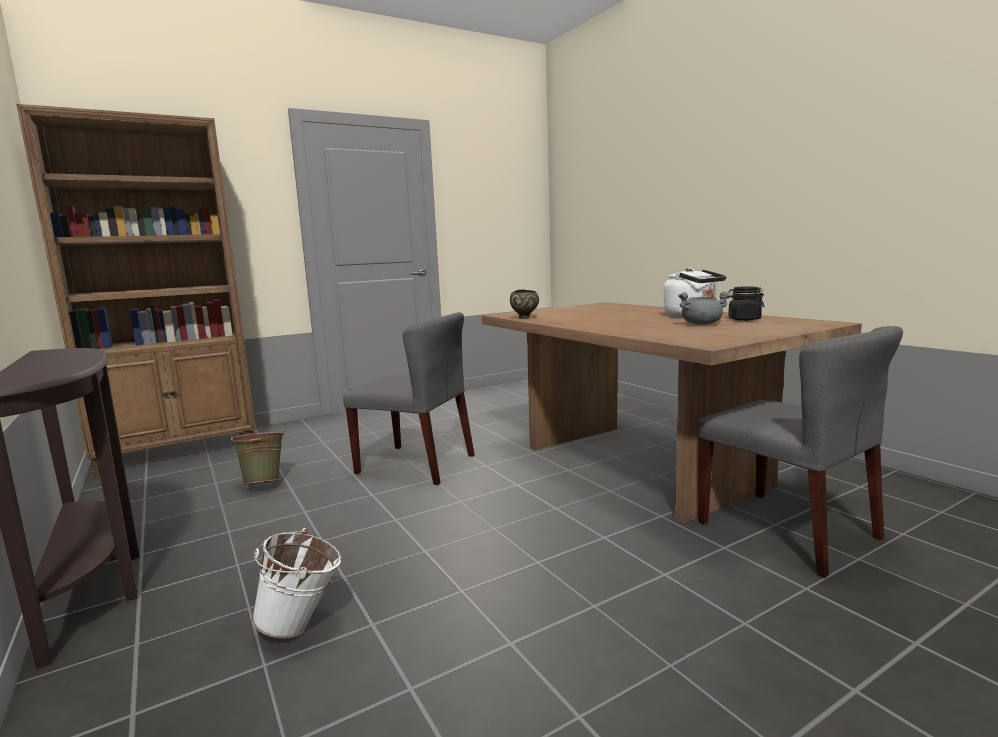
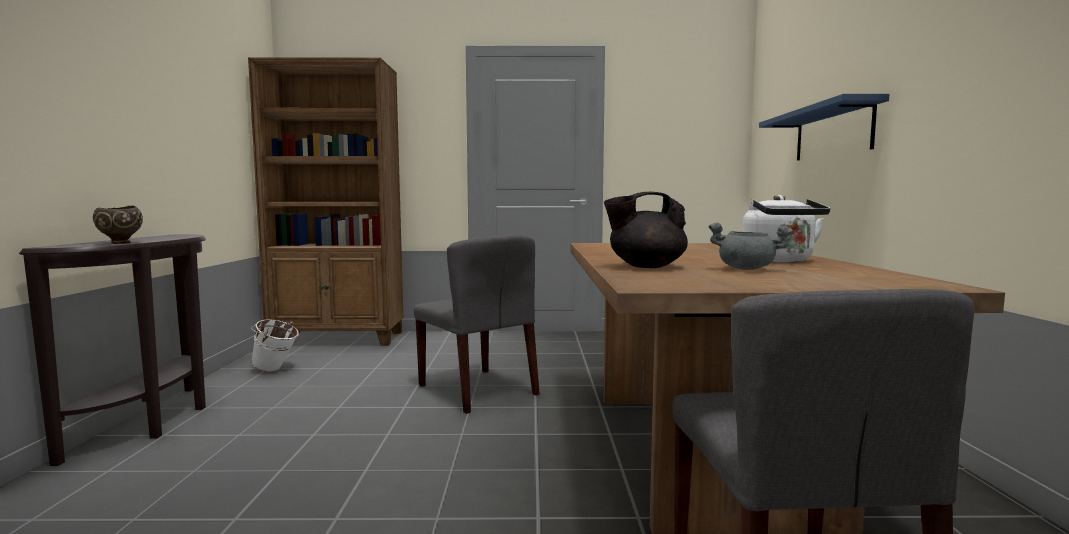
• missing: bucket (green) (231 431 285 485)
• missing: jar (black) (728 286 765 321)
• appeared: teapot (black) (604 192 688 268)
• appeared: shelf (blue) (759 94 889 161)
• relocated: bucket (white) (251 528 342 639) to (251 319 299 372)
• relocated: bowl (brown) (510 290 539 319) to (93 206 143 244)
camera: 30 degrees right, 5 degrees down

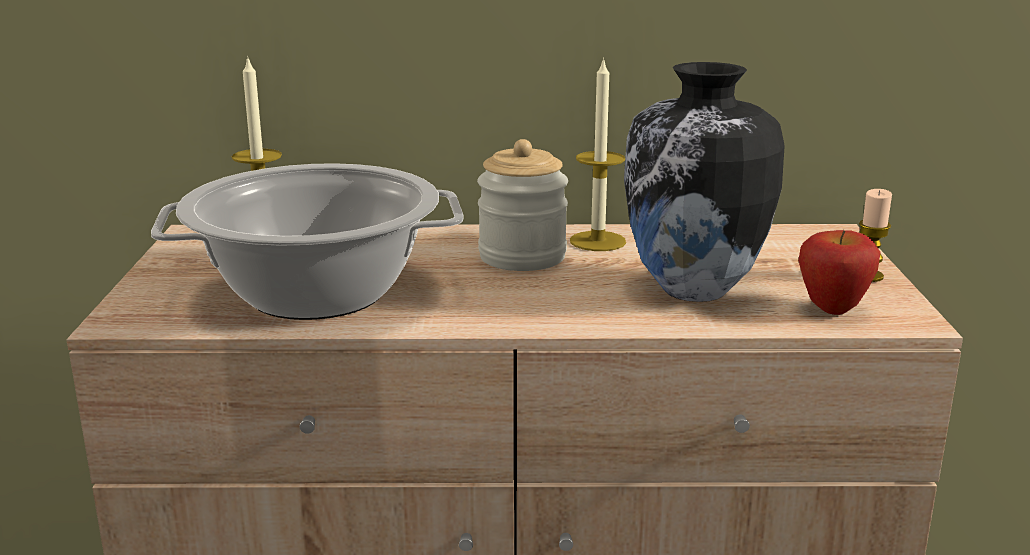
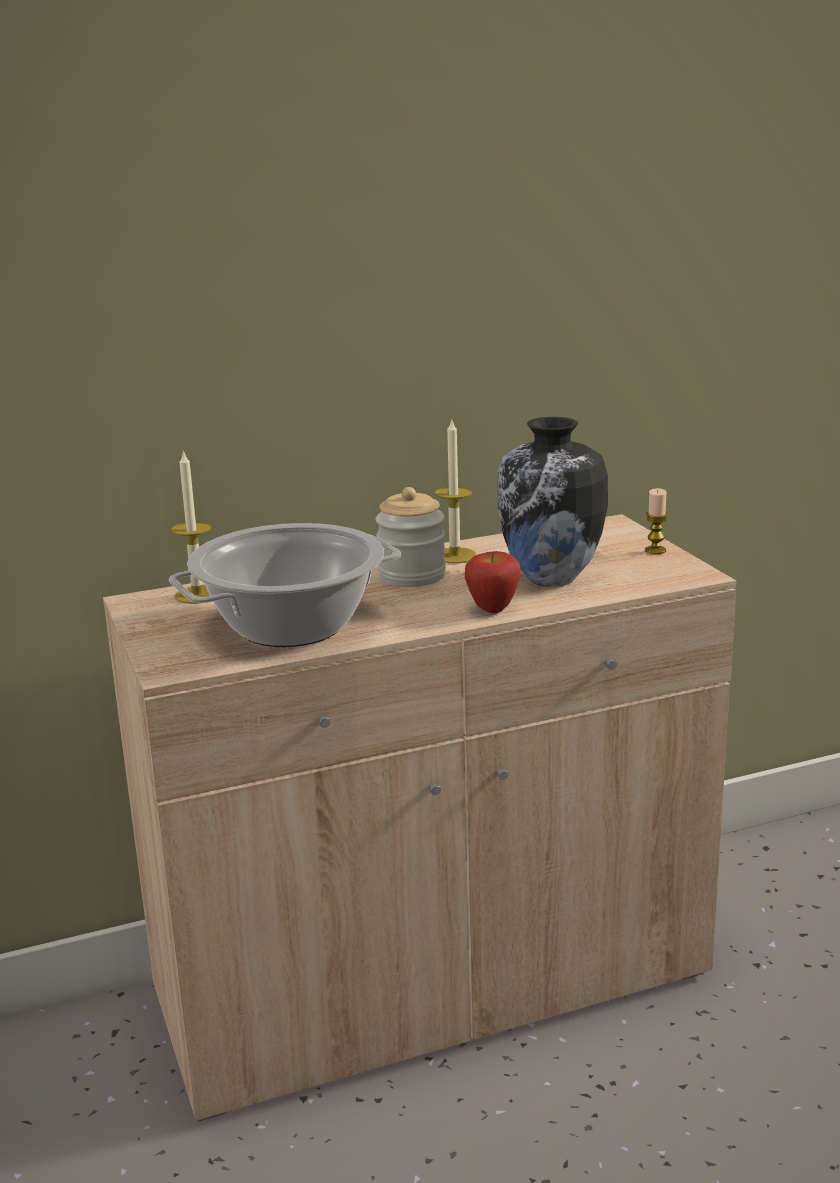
• relocated: apple (798 230 881 315) to (465 551 520 613)
camera: 20 degrees left, 0 degrees up

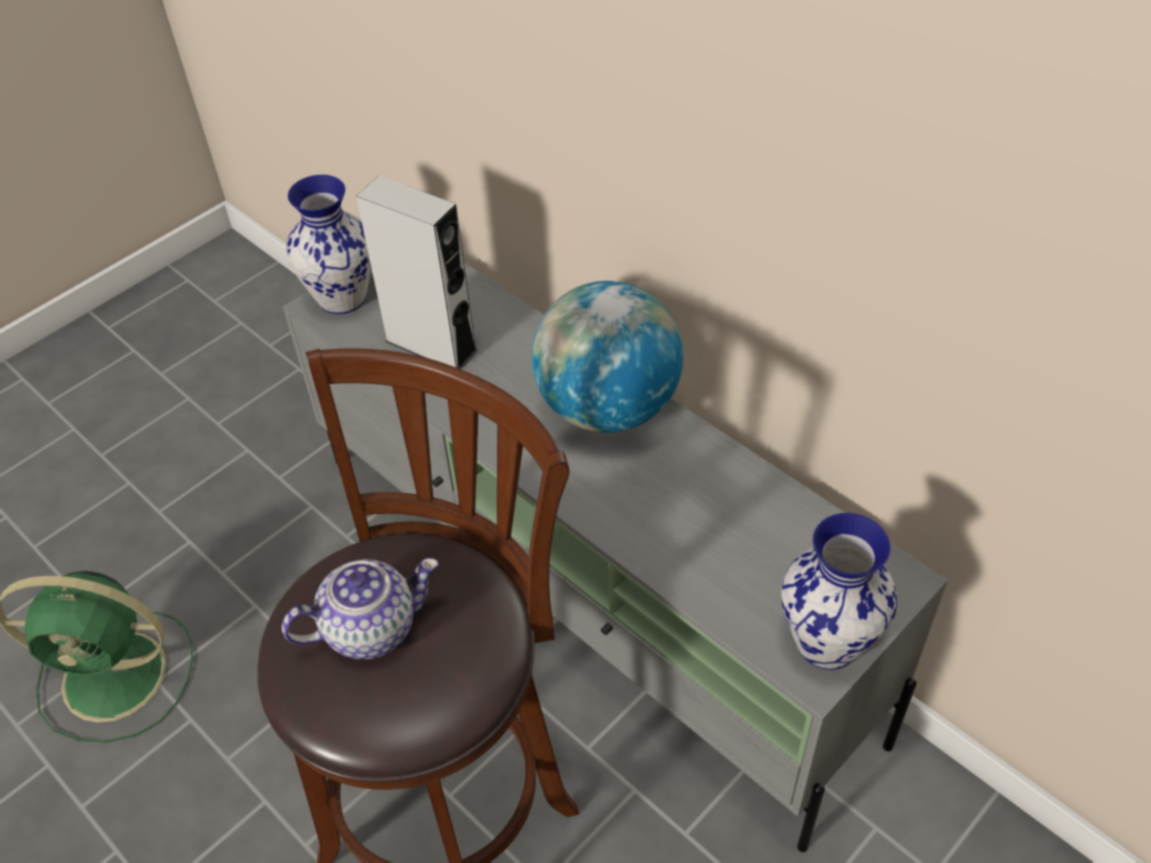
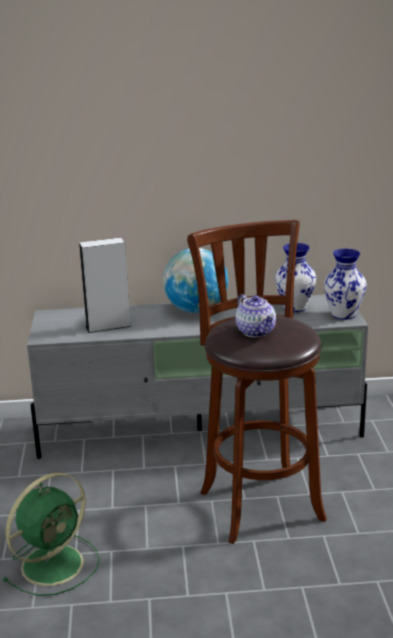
• relocated: vase (286 175 371 314) to (275 243 316 312)
• spun: teapot (282 558 439 659) = (235 294 276 337) 135 degrees clockwise
camera: 50 degrees left, 25 degrees down

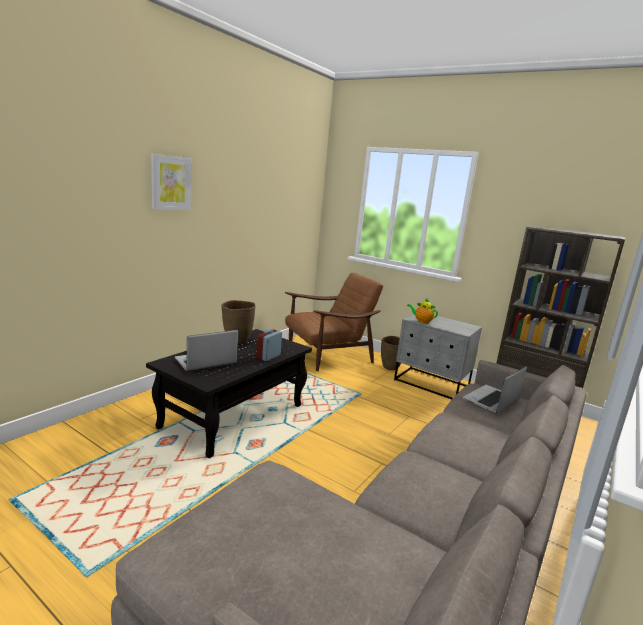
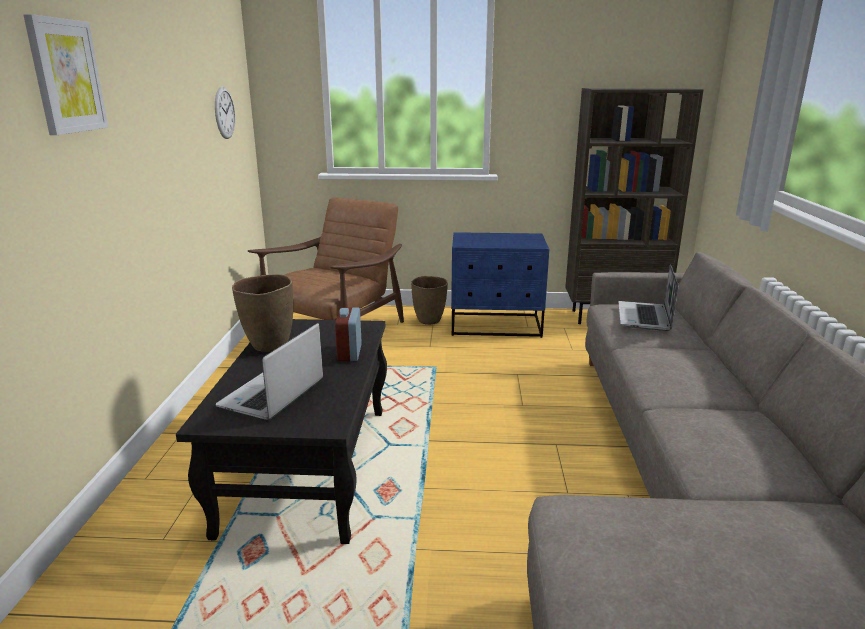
• missing: teapot (407 298 438 324)
• appeared: wall clock (215 87 235 139)
• colour: nightstand (grey) (394 314 482 399) to nightstand (blue) (451 232 549 338)
camera: 30 degrees left, 5 degrees up

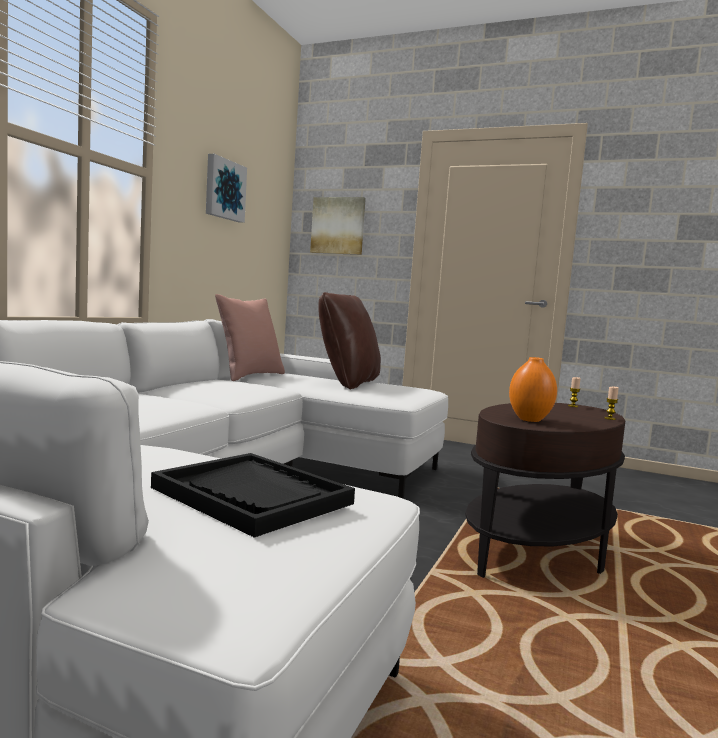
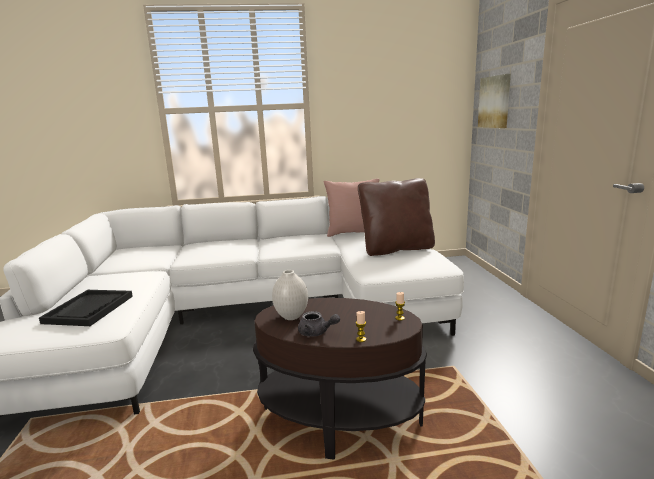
• missing: picture (206 154 247 223)
• appeared: teapot (grey) (298 311 340 337)
• colour: vase (orange) (509 357 557 422) to vase (white) (272 270 308 320)
camera: 60 degrees right, 10 degrees up

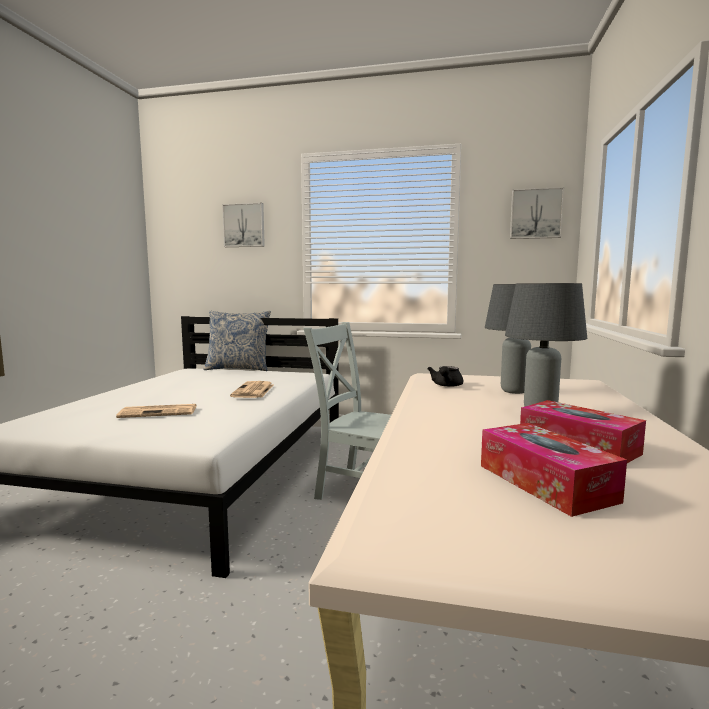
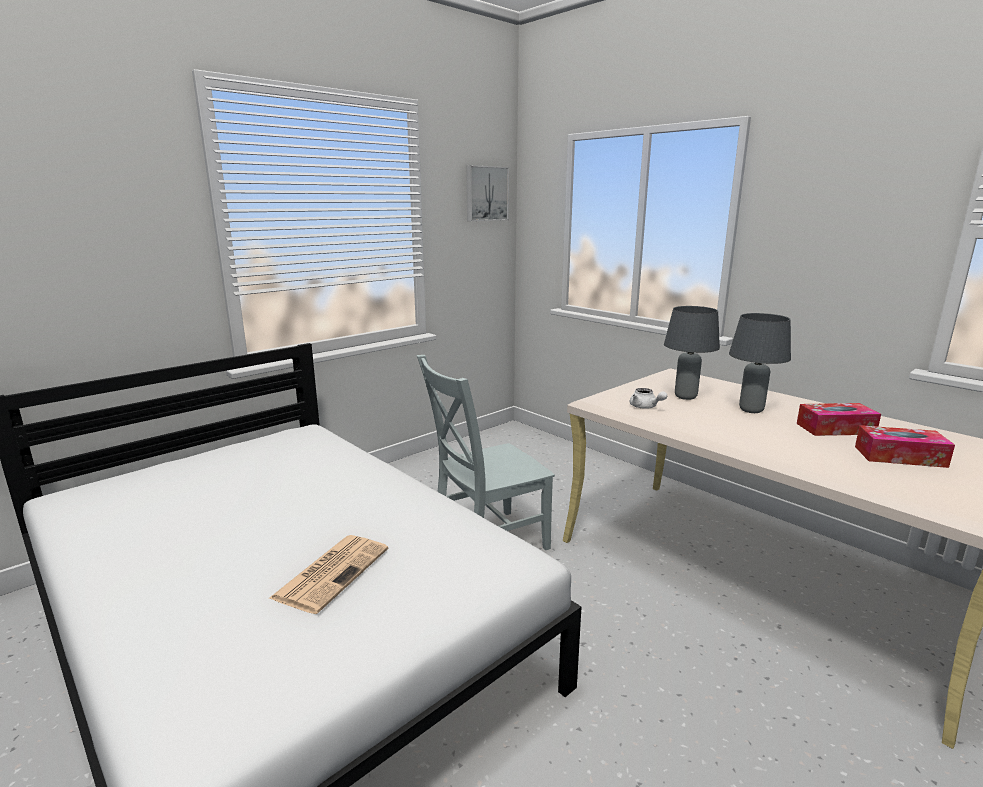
• missing: pillow (203 311 271 371)
• missing: picture (222 203 265 247)
• missing: newspaper (230 381 273 398)
• colour: teapot (black) (427 366 463 387) to teapot (white) (629 388 667 409)
camera: 55 degrees left, 10 degrees up

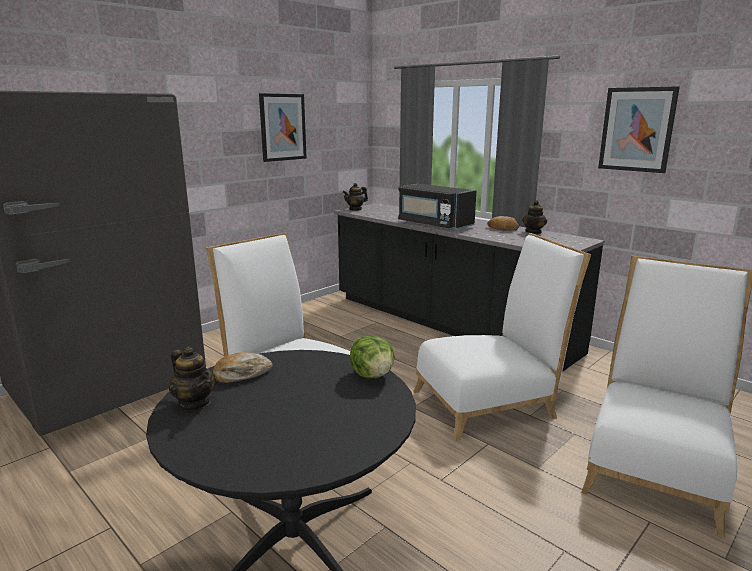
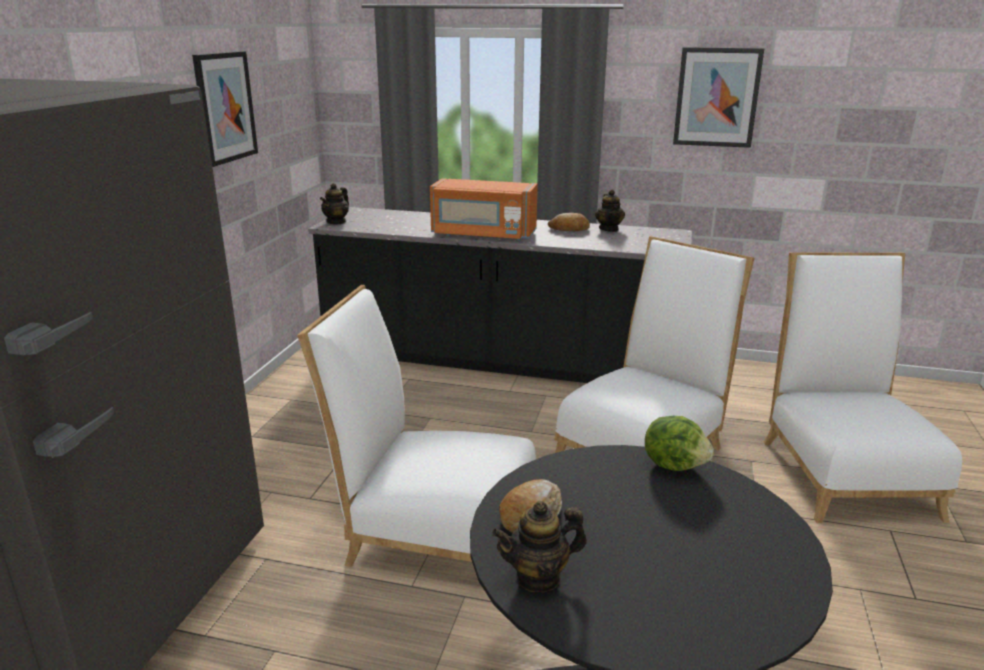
• colour: microwave (black) (398 183 476 231) to microwave (orange) (430 178 538 241)
• spun: teapot (169 347 215 410) = (492 501 587 592) 150 degrees clockwise
camera: 30 degrees left, 5 degrees up

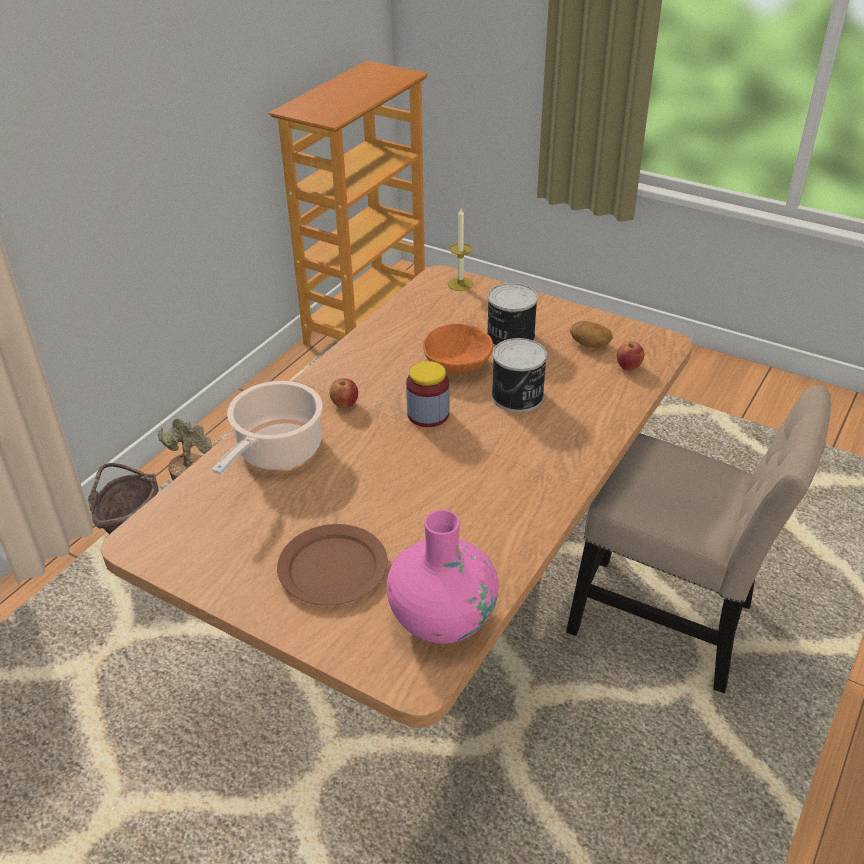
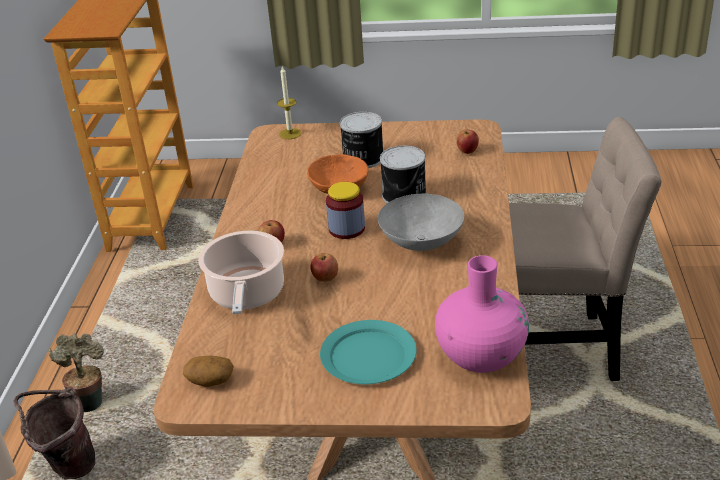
• appeared: apple (311 253 338 282)
• appeared: bowl (grey) (378 194 464 251)
• relocated: potato (570 321 613 348) to (183 356 234 387)
• colour: plate (brown) (277 524 388 606) to plate (turquoise) (320 320 417 384)
camera: 25 degrees left, 5 degrees down

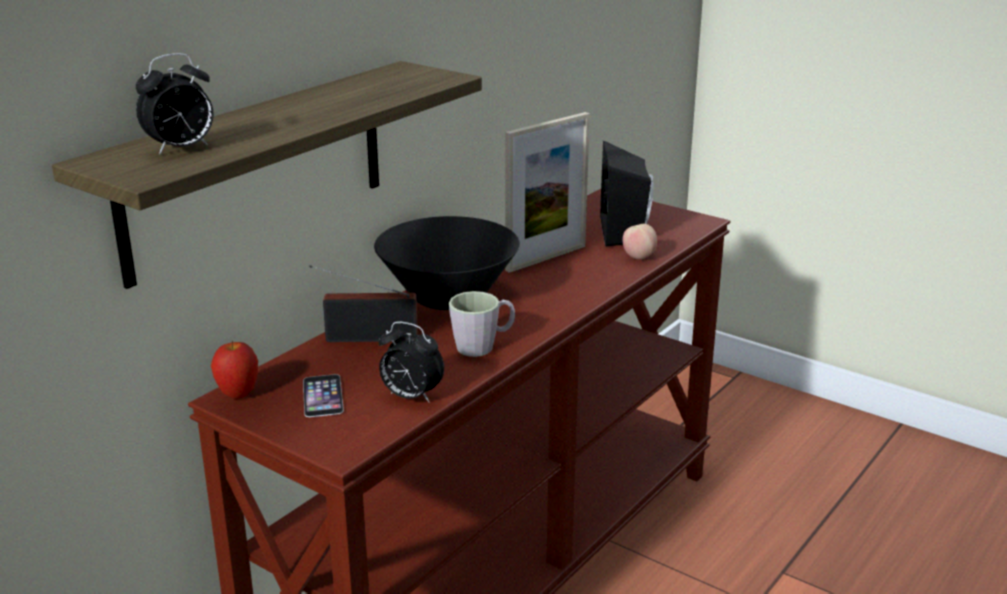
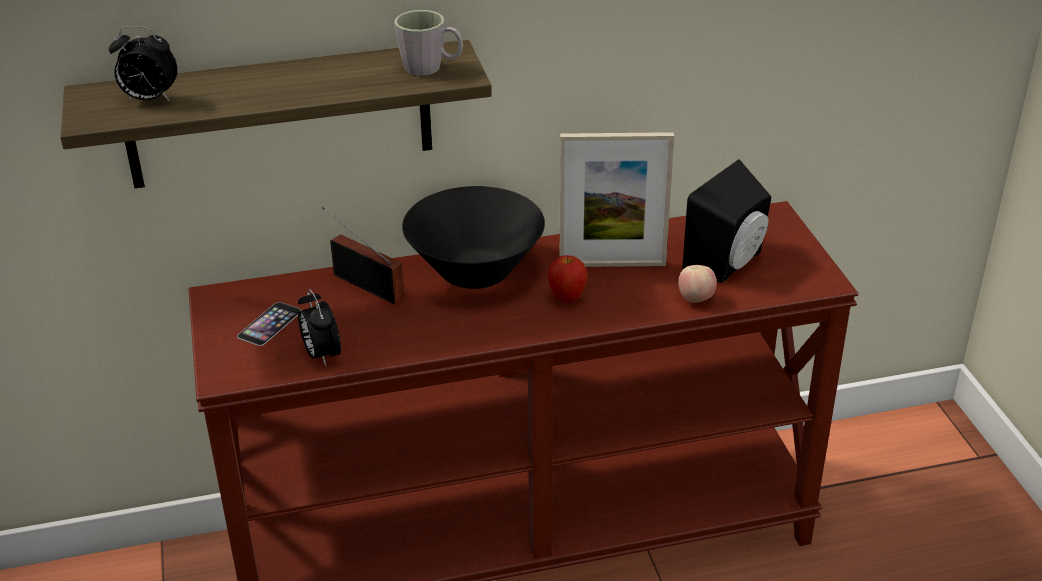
• relocated: apple (211 340 258 399) to (547 255 587 303)
• relocated: mug (grey) (449 291 515 357) to (394 10 463 76)
camera: 40 degrees right, 10 degrees up

